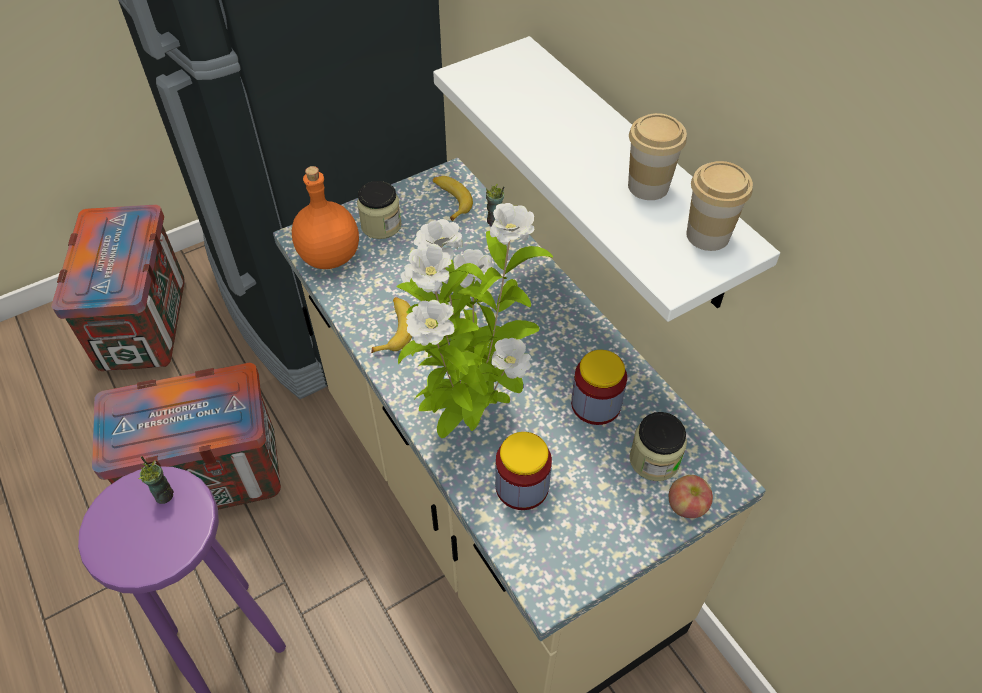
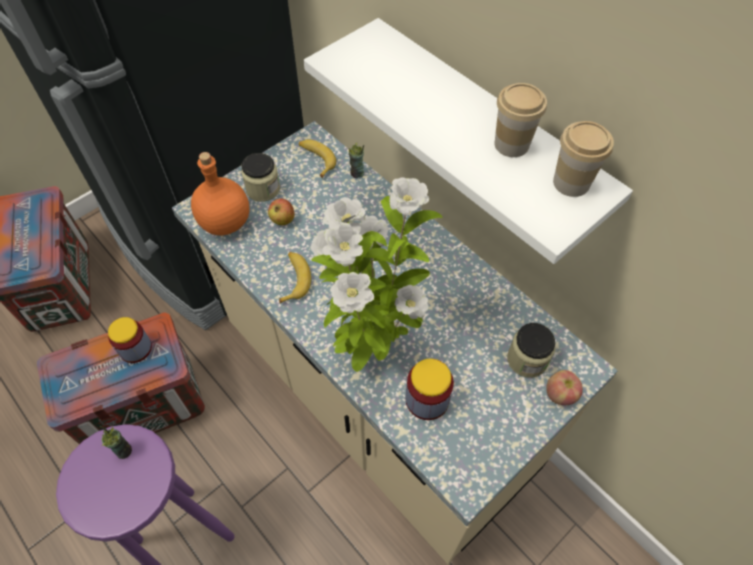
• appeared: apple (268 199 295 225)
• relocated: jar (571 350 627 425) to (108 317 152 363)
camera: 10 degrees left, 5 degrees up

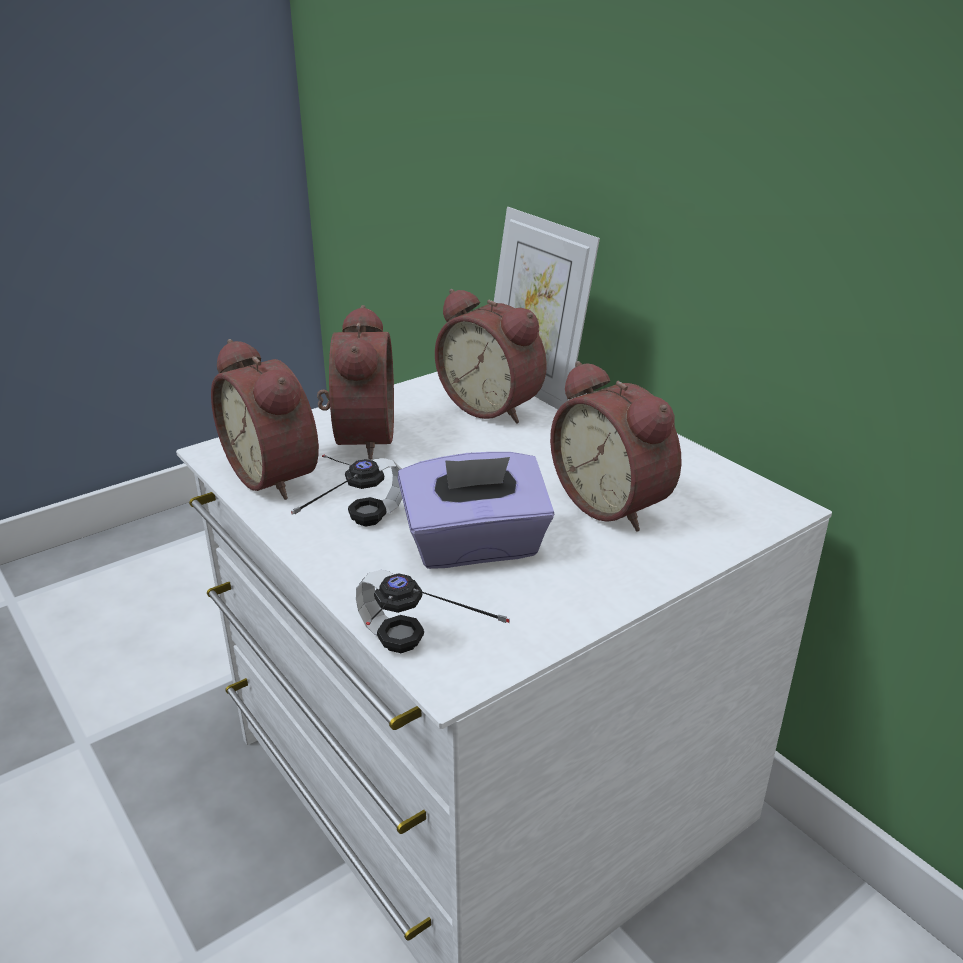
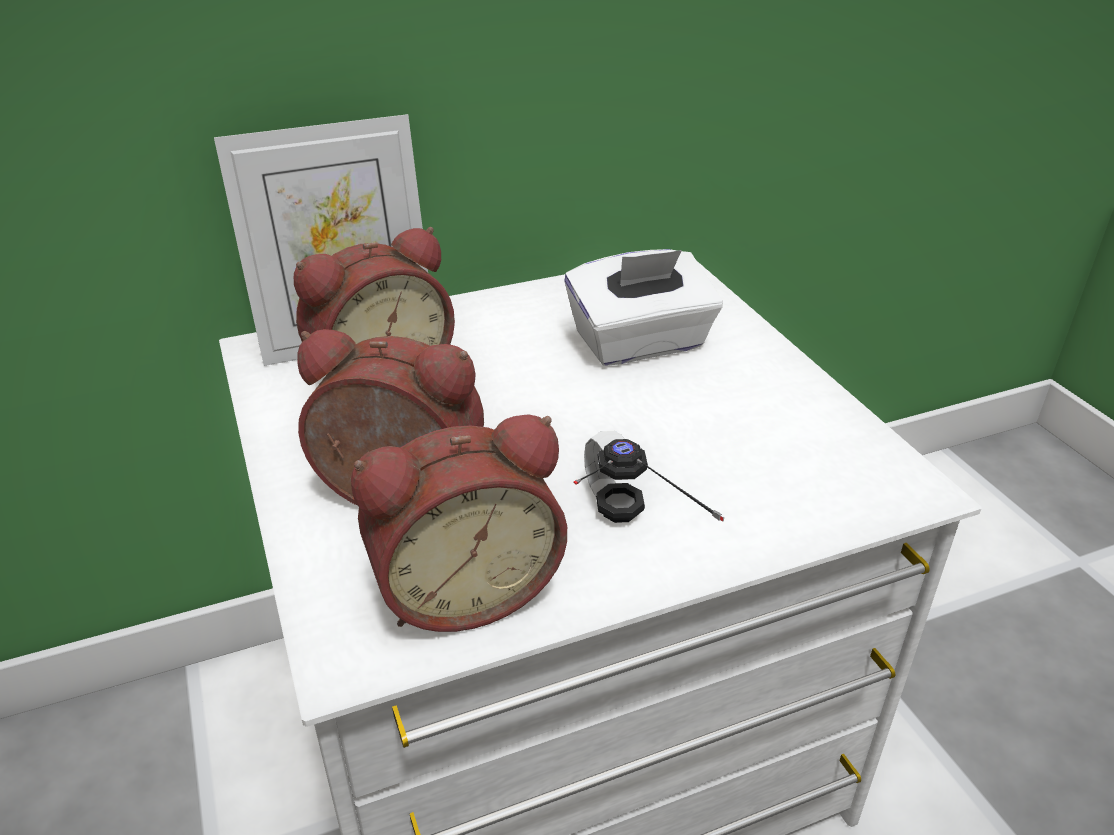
• missing: headphones (356 570 510 653)
• missing: tissue box (purple) (398 452 554 569)
• exchanged: alarm clock (550 361 682 531) to tissue box (white) (564 249 723 366)
camera: 75 degrees left, 5 degrees up

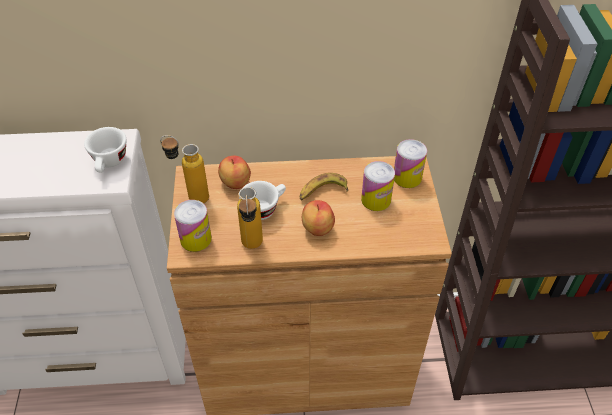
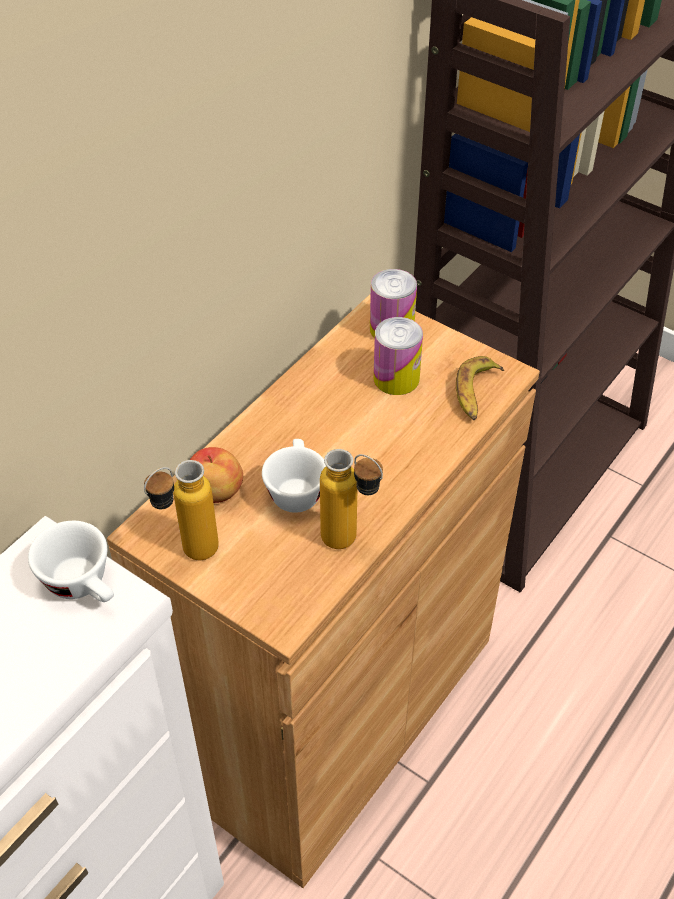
• missing: can (174 200 212 252)
• missing: apple (302 200 335 236)
• relocated: banana (300 173 348 200) to (456 356 504 420)
camera: 50 degrees left, 0 degrees up

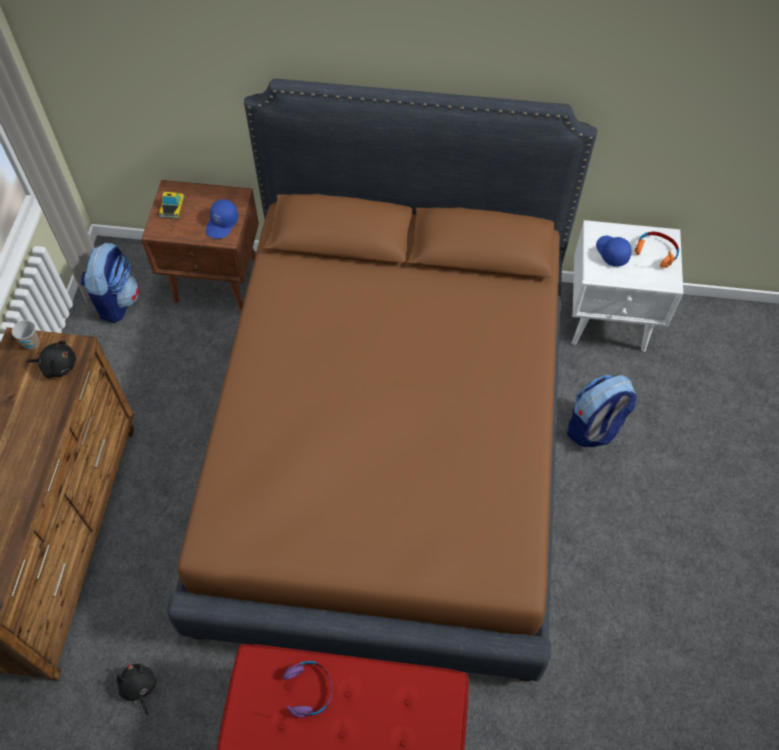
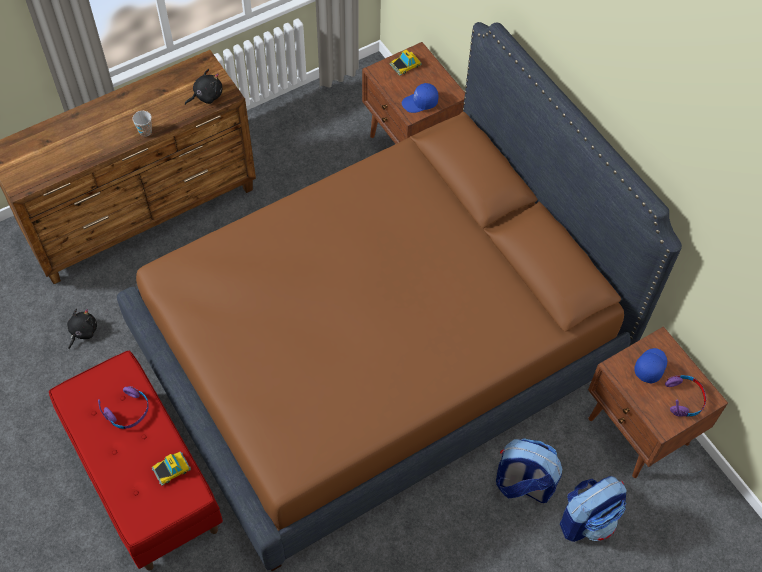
• appeared: toy car (152 452 191 486)
• relocated: cup (12 320 39 350) to (132 111 152 137)
• relocated: backpack (81 243 139 323) to (560 476 626 542)
• colour: nightstand (white) (572 220 683 352) to nightstand (brown) (588 326 728 478)
• colour: headphones (orange) (635 232 679 268) to headphones (purple) (665 375 706 417)
• spun: plush toy (black) (27 340 76 378) = (185 69 223 105) 90 degrees counterclockwise
camera: 50 degrees right, 0 degrees up

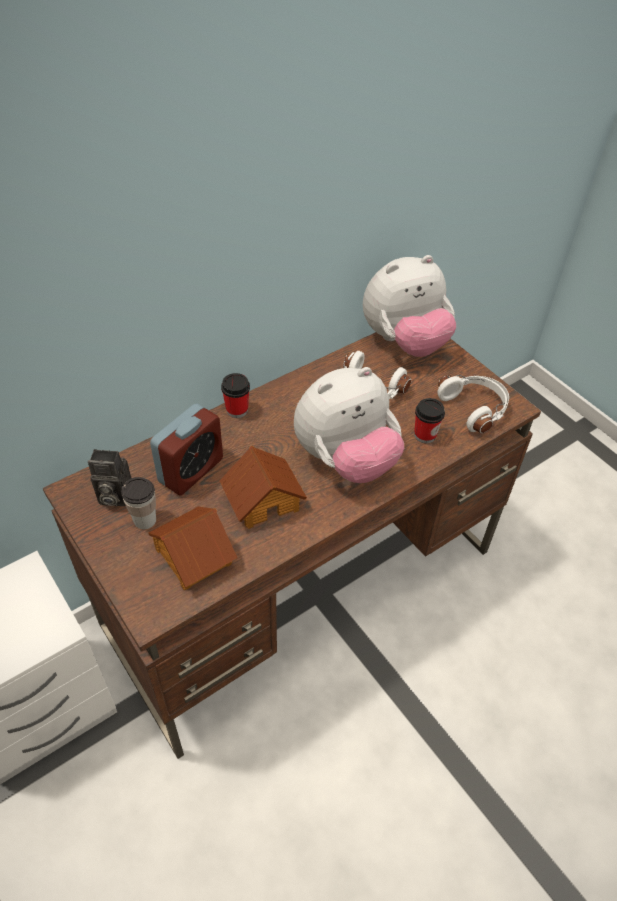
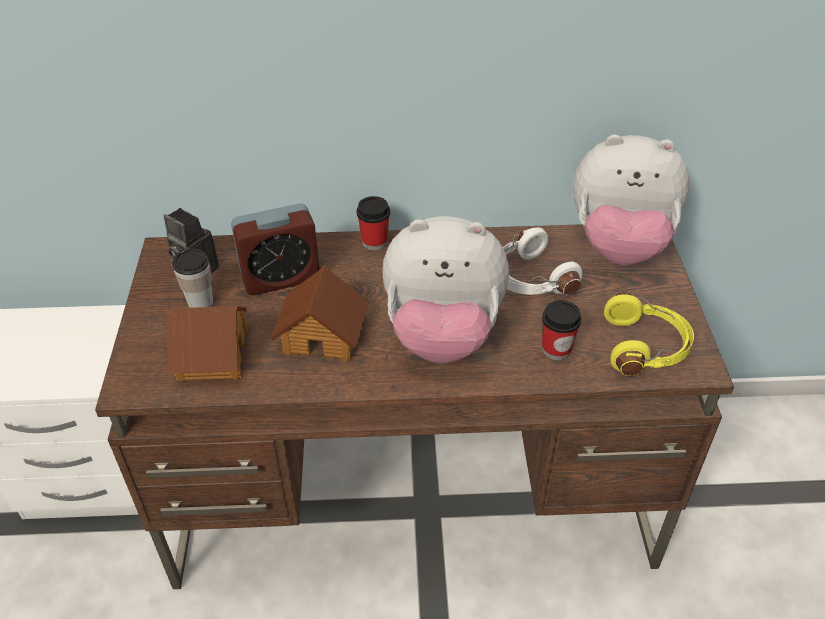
• colour: headphones (white) (437 375 509 433) to headphones (yellow) (604 293 694 376)
camera: 35 degrees right, 5 degrees down

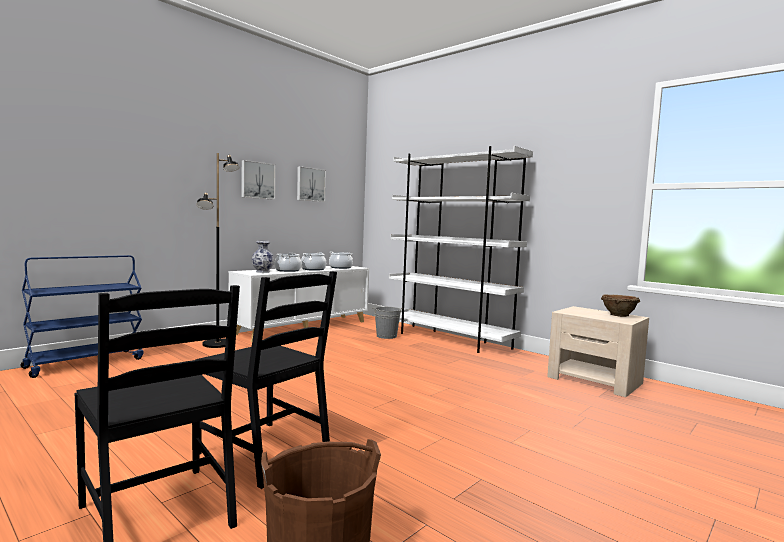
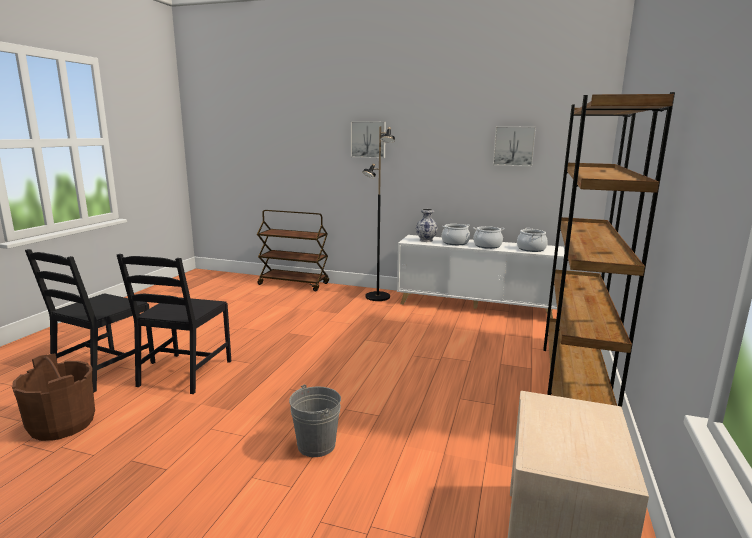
• missing: bowl (brown) (601 294 640 317)
• relocated: picture (241 160 276 200) to (351 121 386 158)
• relocated: bucket (grey) (374 307 403 339) to (289 385 341 457)
• colour: cart (blue) (20 255 144 378) to cart (brown) (257 210 329 291)
• colour: bookcase (white) (389 146 533 353) to bookcase (brown) (543 92 675 407)
camera: 65 degrees right, 10 degrees up

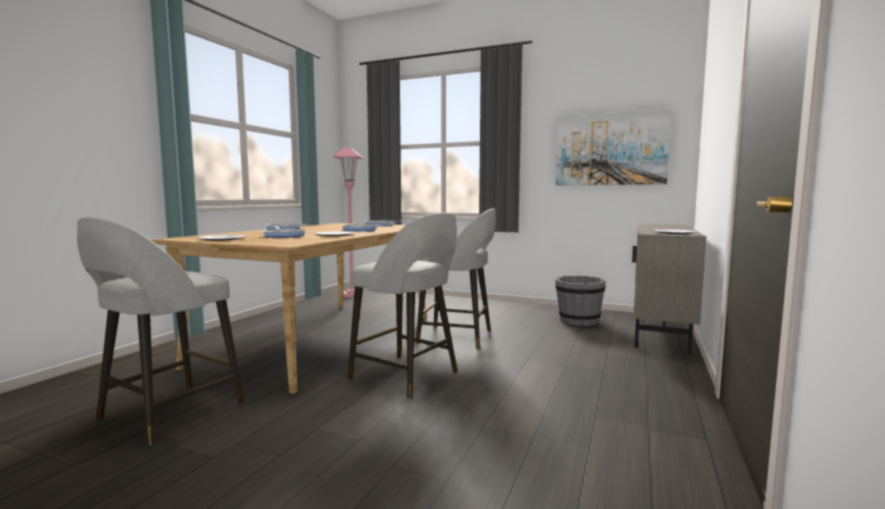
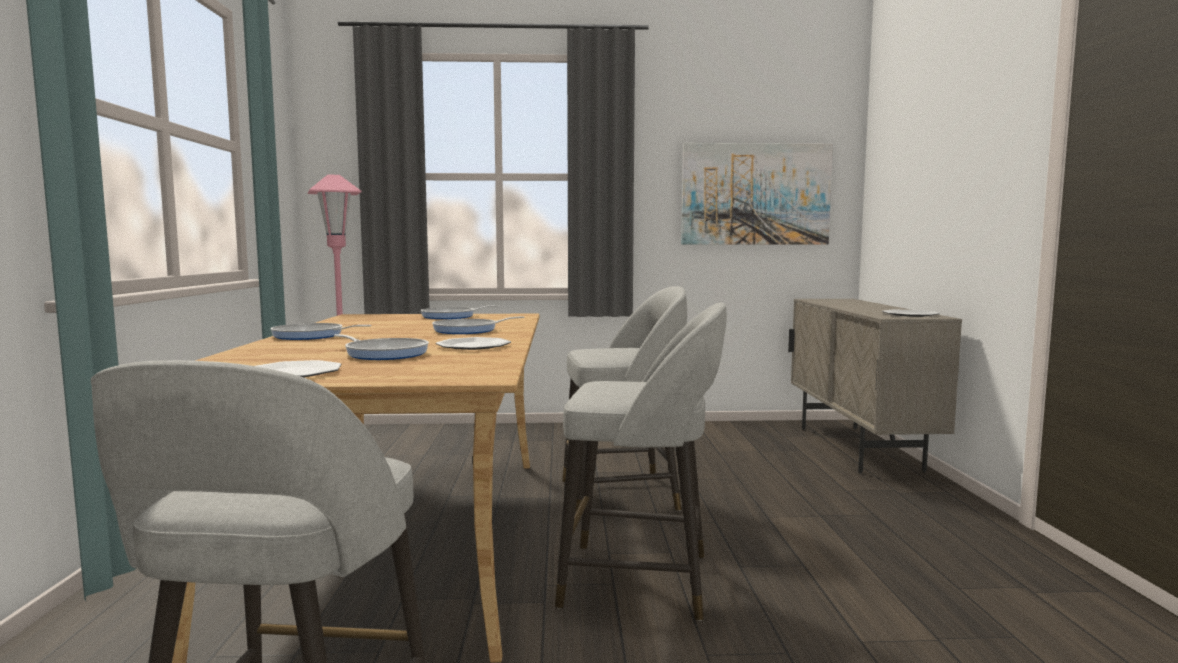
• missing: bucket (grey) (555 275 606 326)
camera: 25 degrees left, 0 degrees up

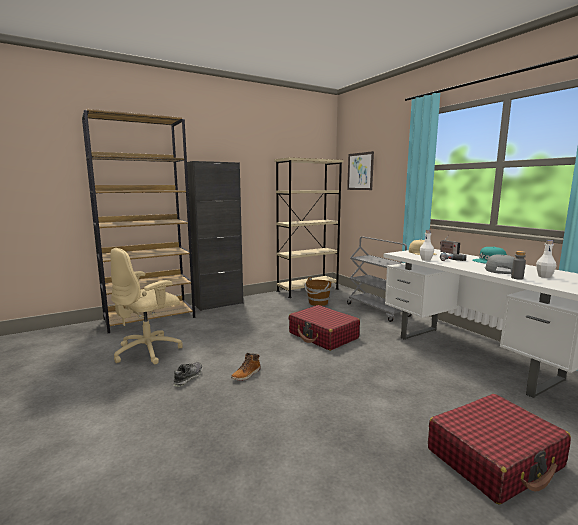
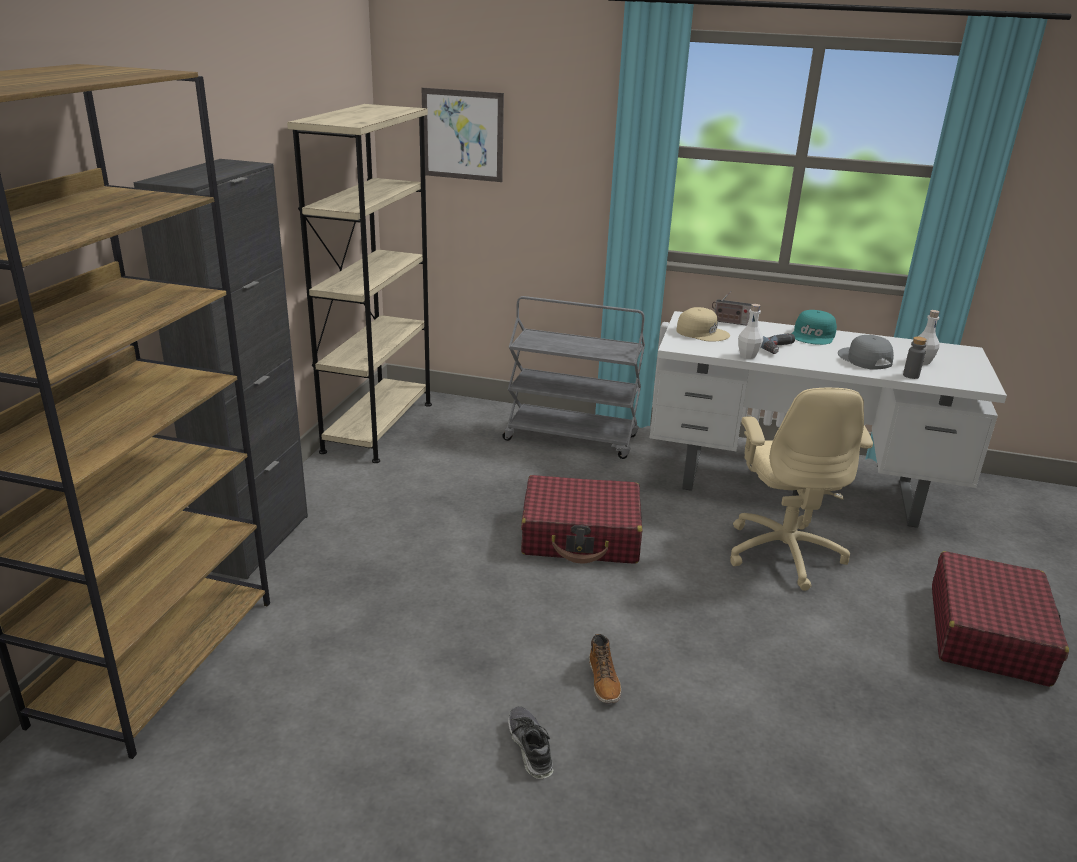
• missing: bucket (brown) (304 277 332 306)
• relocated: office chair (beige) (110 248 183 364) to (730 388 873 591)
camera: 45 degrees left, 15 degrees up

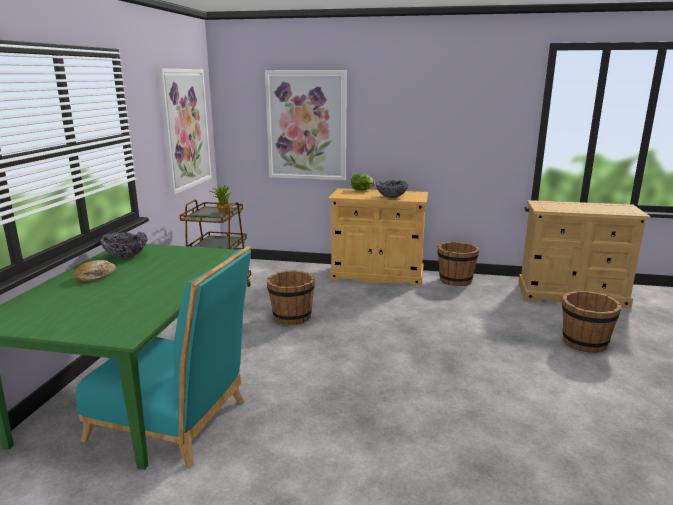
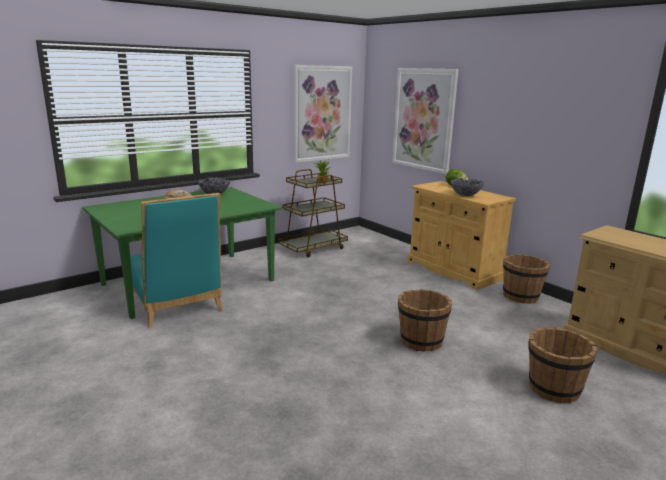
• relocated: bucket (brown) (267 270 315 325) to (398 289 452 352)
camera: 40 degrees right, 0 degrees up

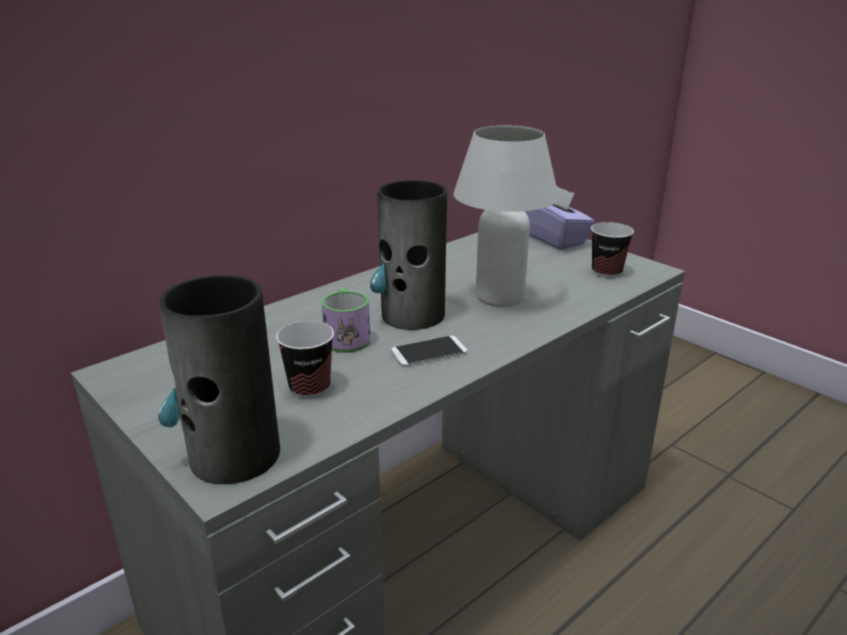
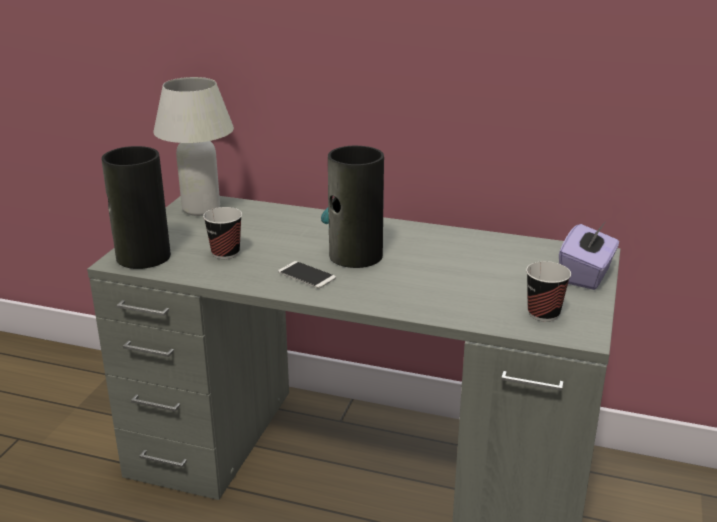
• missing: mug (322 288 370 353)
• relocated: table lamp (white) (454 125 559 307) to (153 77 234 216)
camera: 60 degrees right, 0 degrees up

